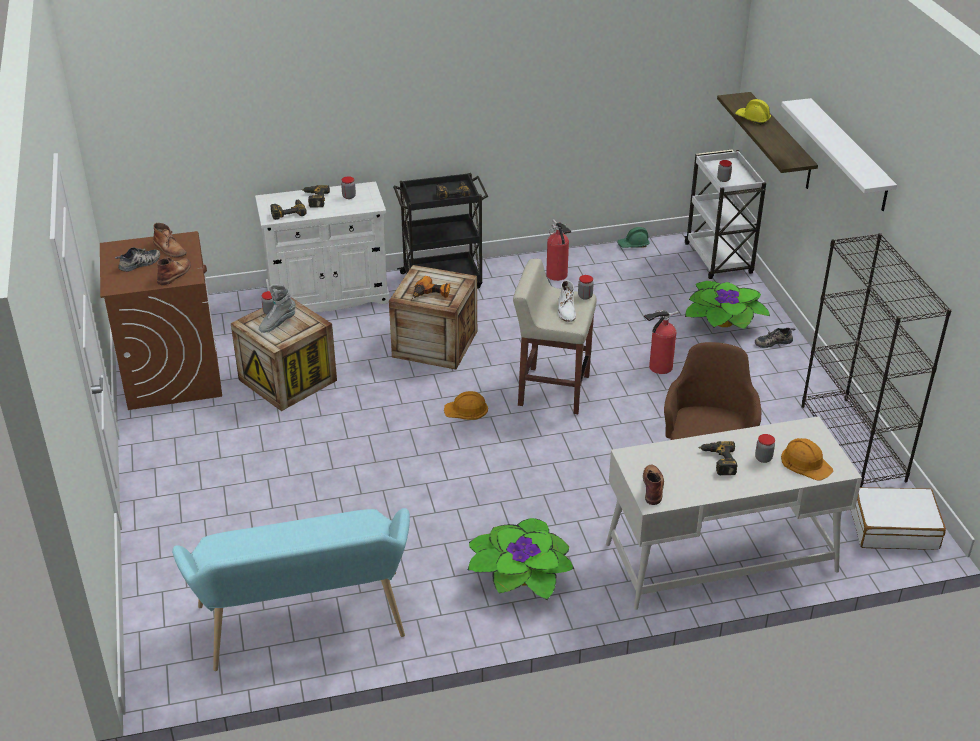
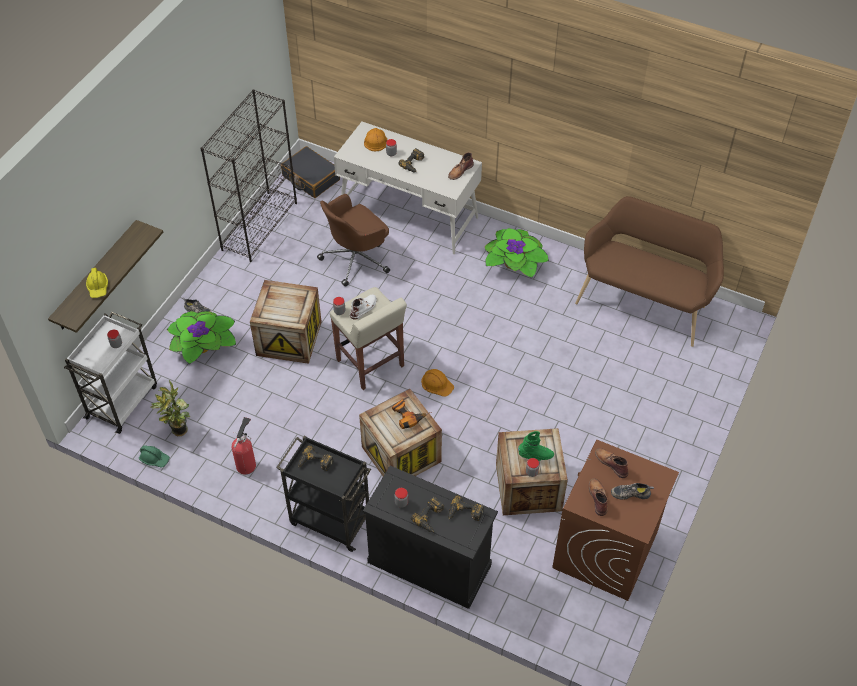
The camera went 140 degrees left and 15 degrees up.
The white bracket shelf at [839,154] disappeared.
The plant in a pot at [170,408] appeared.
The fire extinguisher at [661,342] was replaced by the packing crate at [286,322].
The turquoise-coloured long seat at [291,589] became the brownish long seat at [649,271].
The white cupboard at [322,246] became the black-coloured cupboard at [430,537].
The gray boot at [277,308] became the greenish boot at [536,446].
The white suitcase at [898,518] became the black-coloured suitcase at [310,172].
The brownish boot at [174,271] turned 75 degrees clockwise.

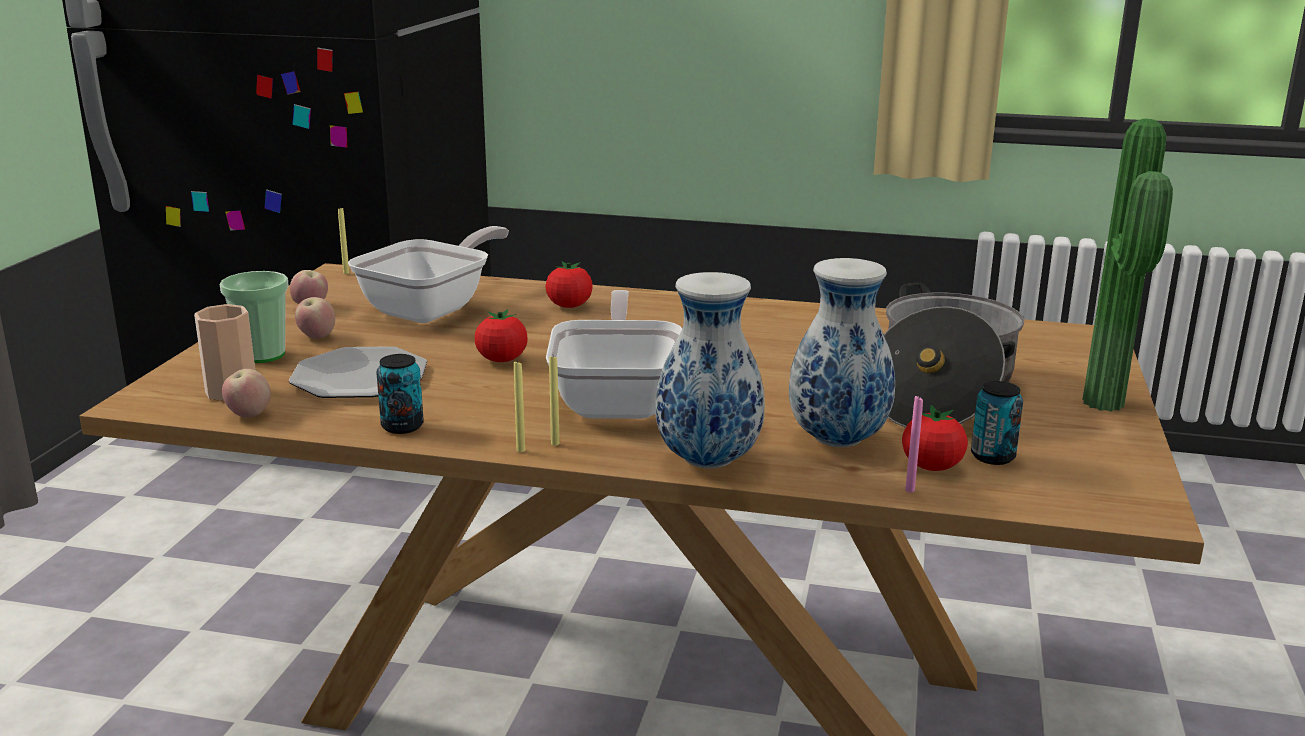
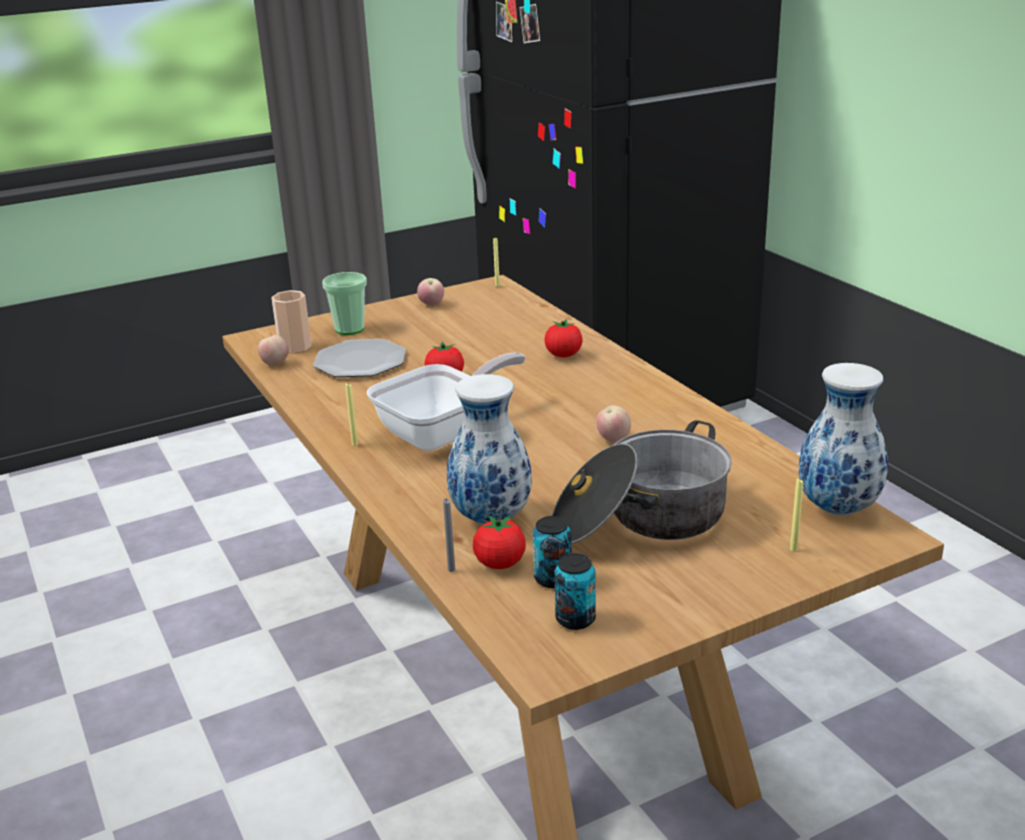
The camera went 50 degrees right and 5 degrees up.
The skillet at [428,274] disappeared.
The plant in a pot at [1127,265] disappeared.
The apple moved from [315,318] to [613,423].
The sealed can moved from [400,394] to [575,591].
The yellow-coloured candle moved from [519,406] to [796,515].
The vase moved from [710,370] to [843,439].
The pink-coloured candle at [914,443] became the gray candle at [449,535].

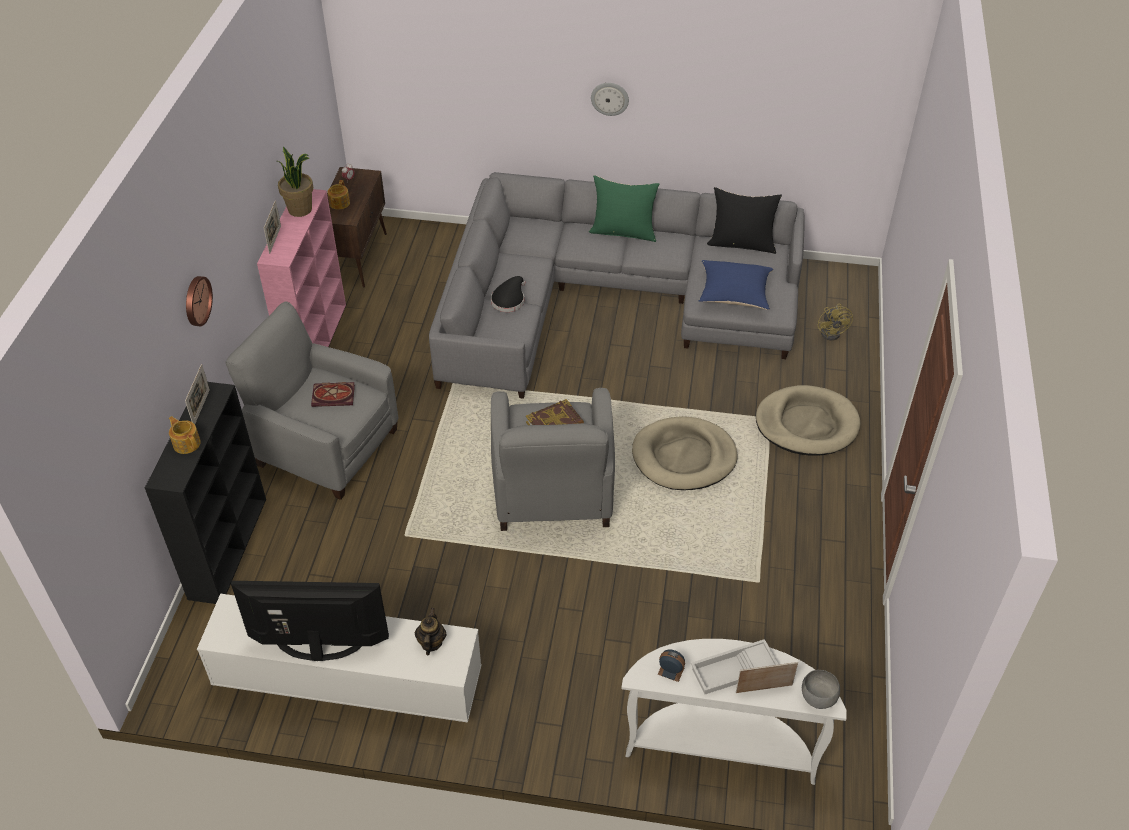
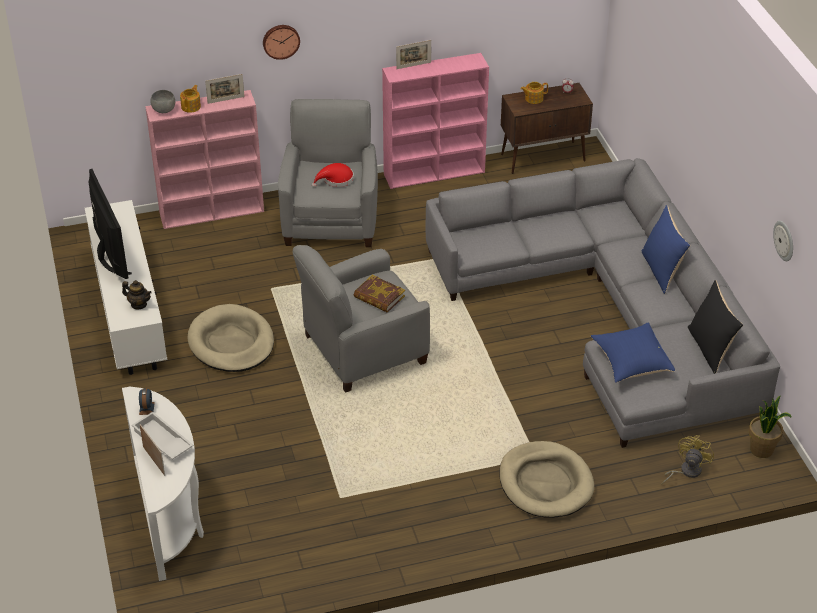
The camera went 65 degrees right and 5 degrees down.
The black-coloured clothing hat at [508,294] disappeared.
The plant in a pot moved from [295,182] to [770,426].
The hanging clock moved from [610,99] to [783,241].
The beige dog cushion moved from [685,453] to [230,338].
The gray bowl moved from [821,689] to [162,101].
The book at [333,394] was replaced by the red clothing hat at [333,175].
The black-coloured bookcase at [205,493] became the pink-coloured bookcase at [204,159].
The greenish throw pillow at [624,208] became the blue-coloured throw pillow at [665,249].
The pot for tea at [431,631] turned 45 degrees clockwise.
The yellow-coloured cooling fan at [835,322] turned 150 degrees clockwise.

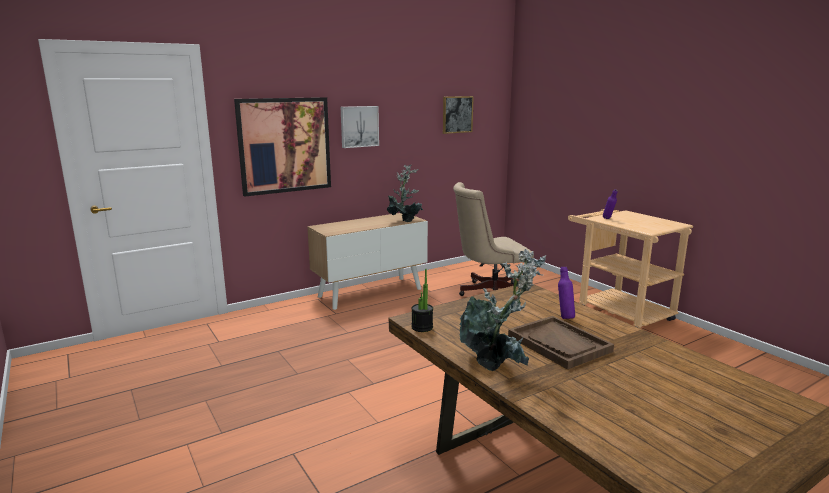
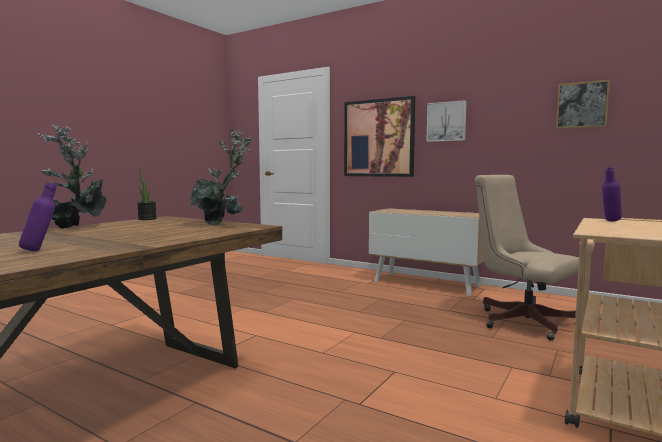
The camera went 65 degrees right and 10 degrees down.
The brownish tray at [561,342] disappeared.
The plant in a pot moved from [405,193] to [221,177].
The purplish drink bottle moved from [566,293] to [38,217].

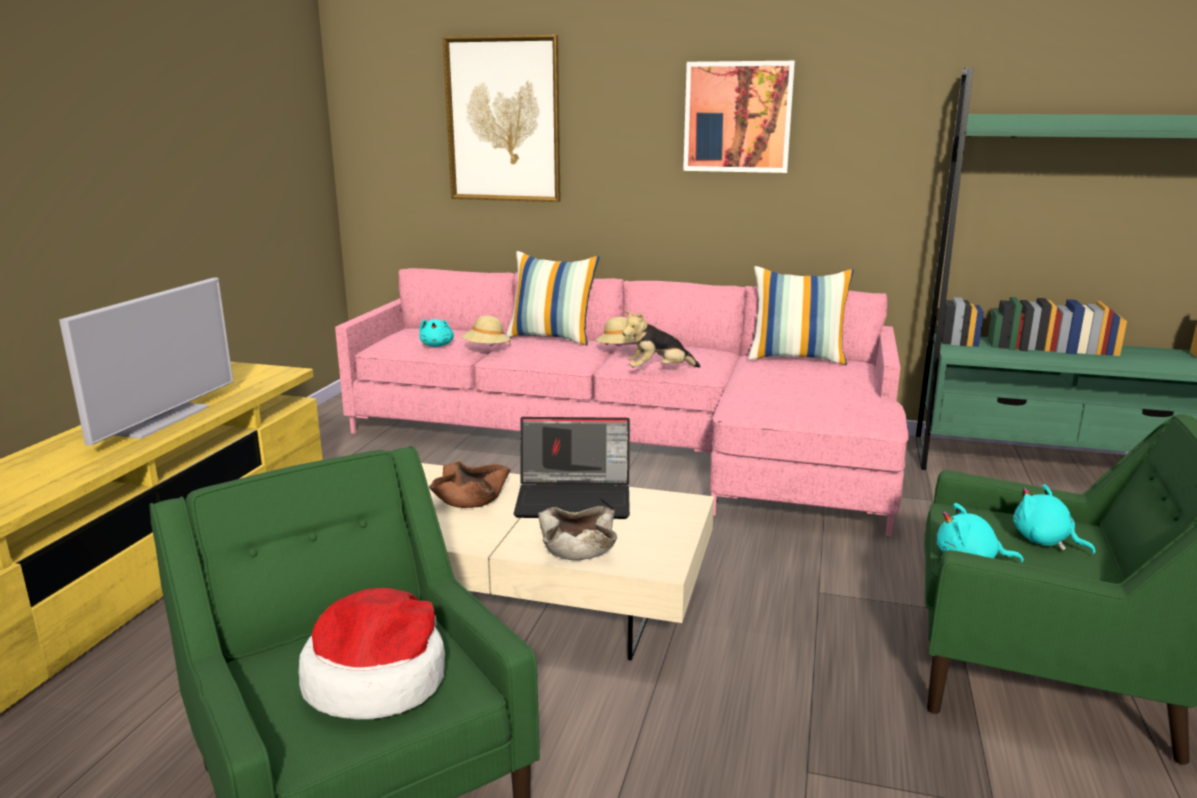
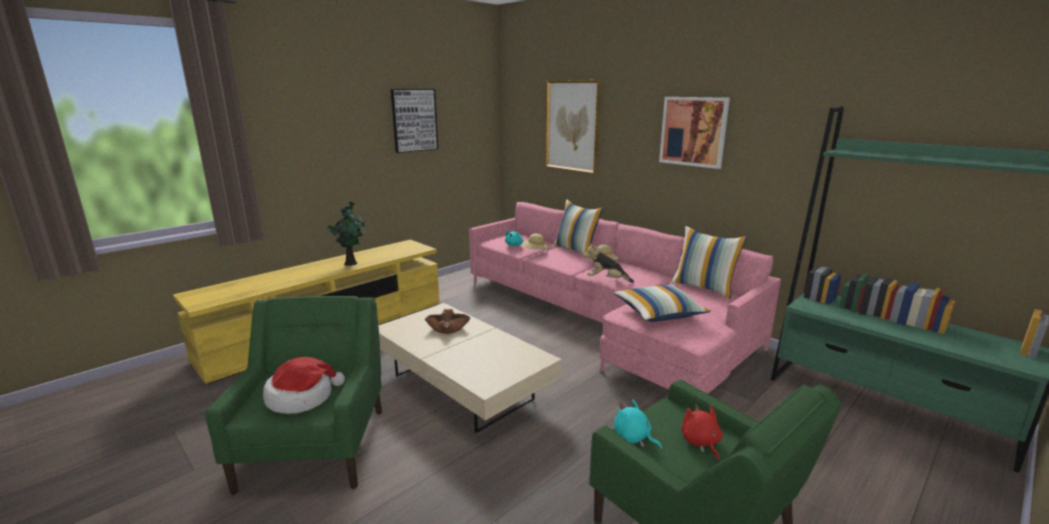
The camera went 30 degrees right and 0 degrees up.
The notebook computer at [572,468] disappeared.
The beige bowl at [577,533] disappeared.
The wall picture at [414,121] appeared.
The throw pillow at [662,303] appeared.
The television at [146,361] was replaced by the plant in a pot at [346,234].
The turquoise-coloured soft toy at [1054,519] became the red soft toy at [702,432].

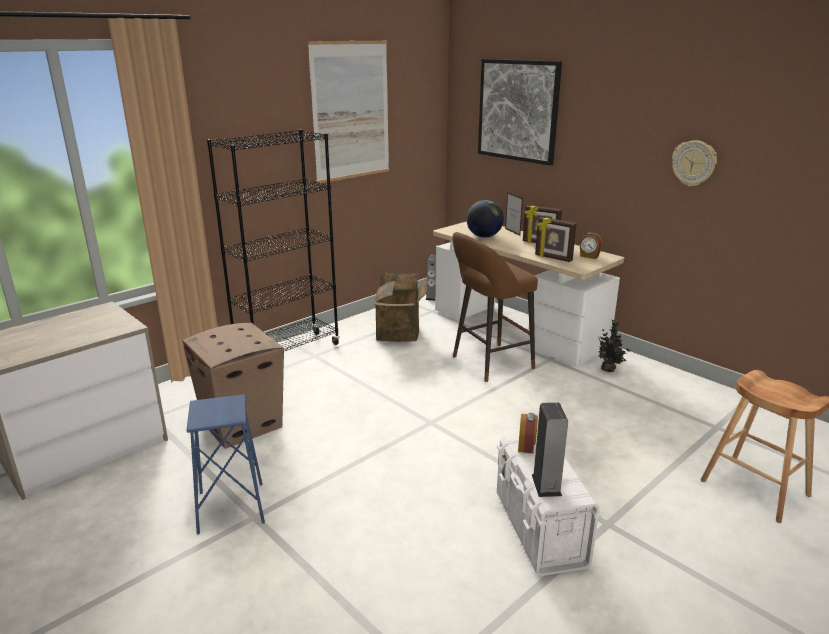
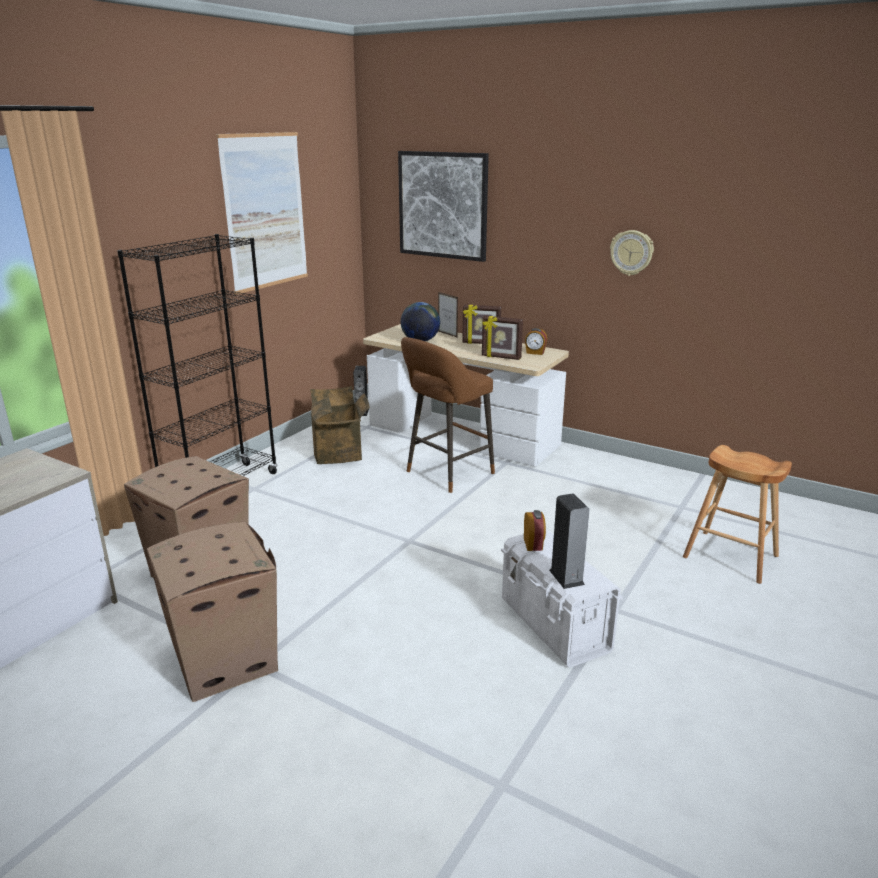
The camera went 15 degrees left and 0 degrees up.
The plant in a pot at [614,345] disappeared.
The blue-coloured stool seat at [225,464] was replaced by the packing box at [212,612].

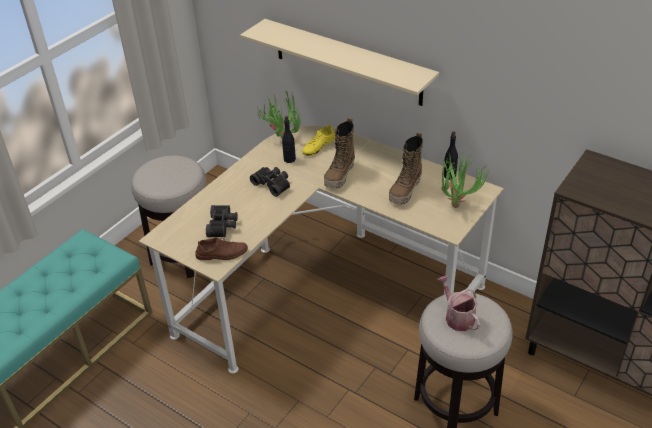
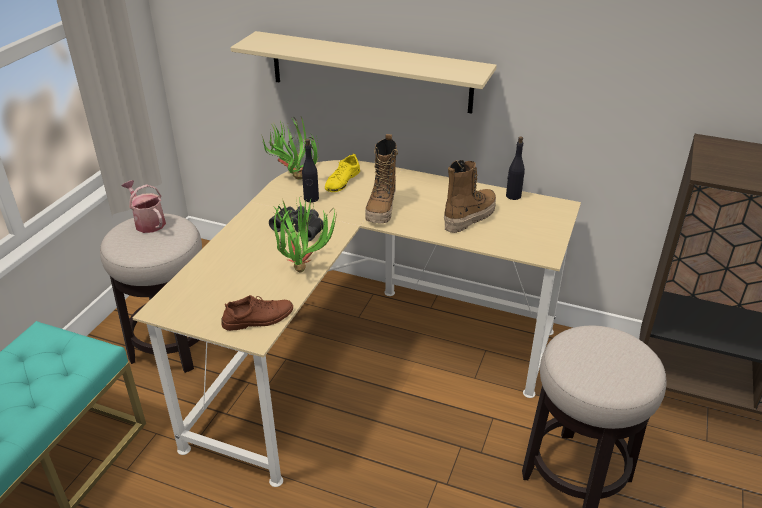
The camera went 15 degrees left and 5 degrees down.
The black-coloured binoculars at [222,221] disappeared.
The sprinkling can moved from [458,303] to [144,206].
The plant in a pot moved from [465,180] to [304,235].
The boot at [406,168] turned 150 degrees counterclockwise.

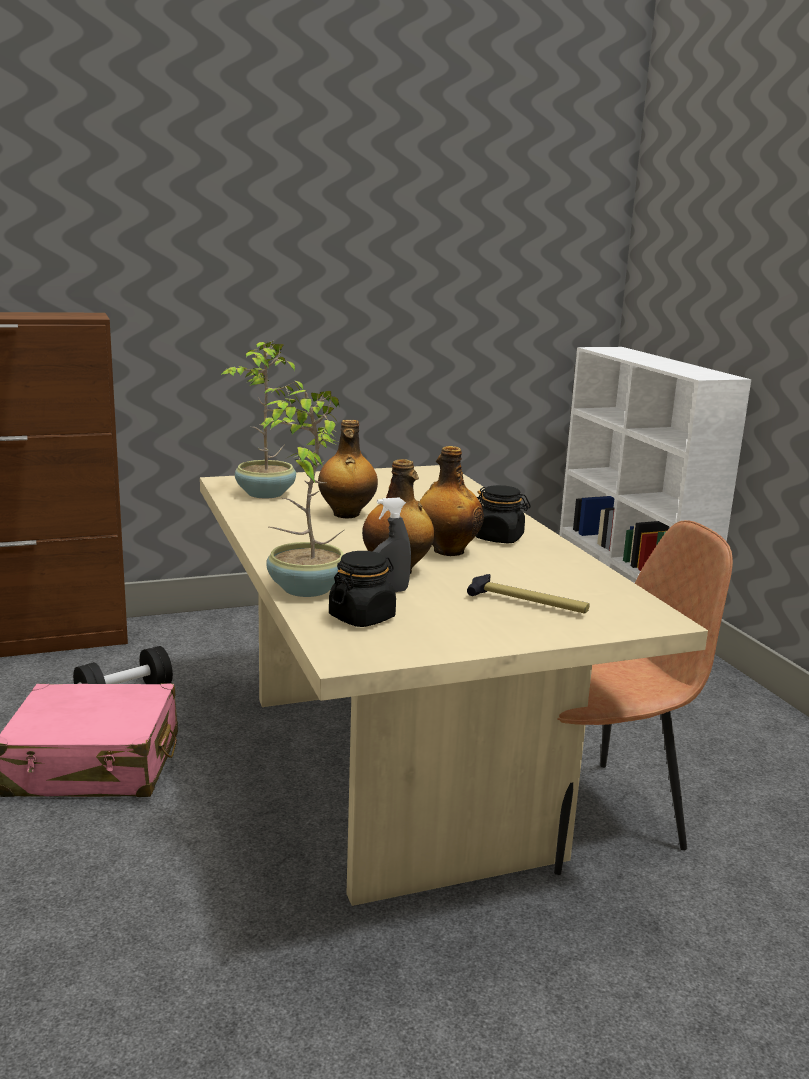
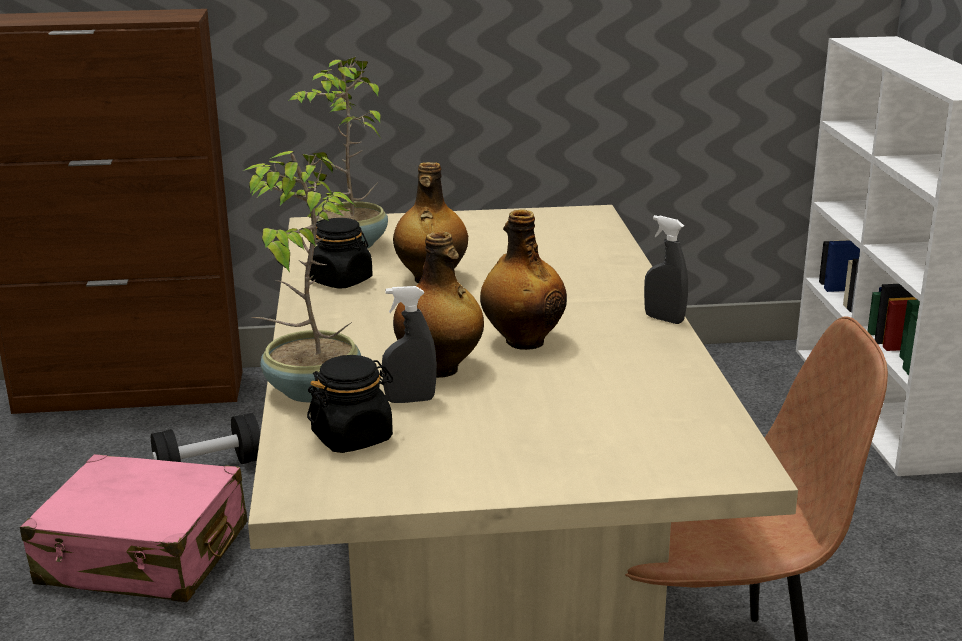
The camera went 15 degrees right and 5 degrees up.
The hand hammer at [528,594] disappeared.
The gray spray bottle at [666,269] appeared.
The black-coloured storage jar moved from [503,514] to [341,253].

